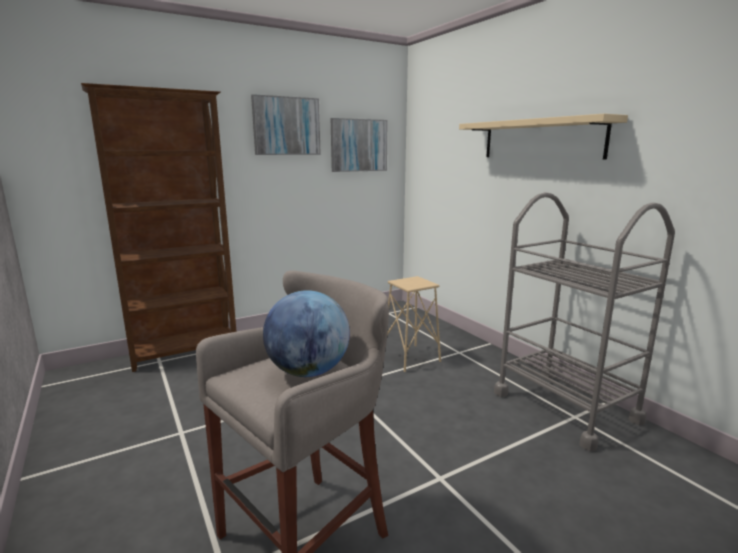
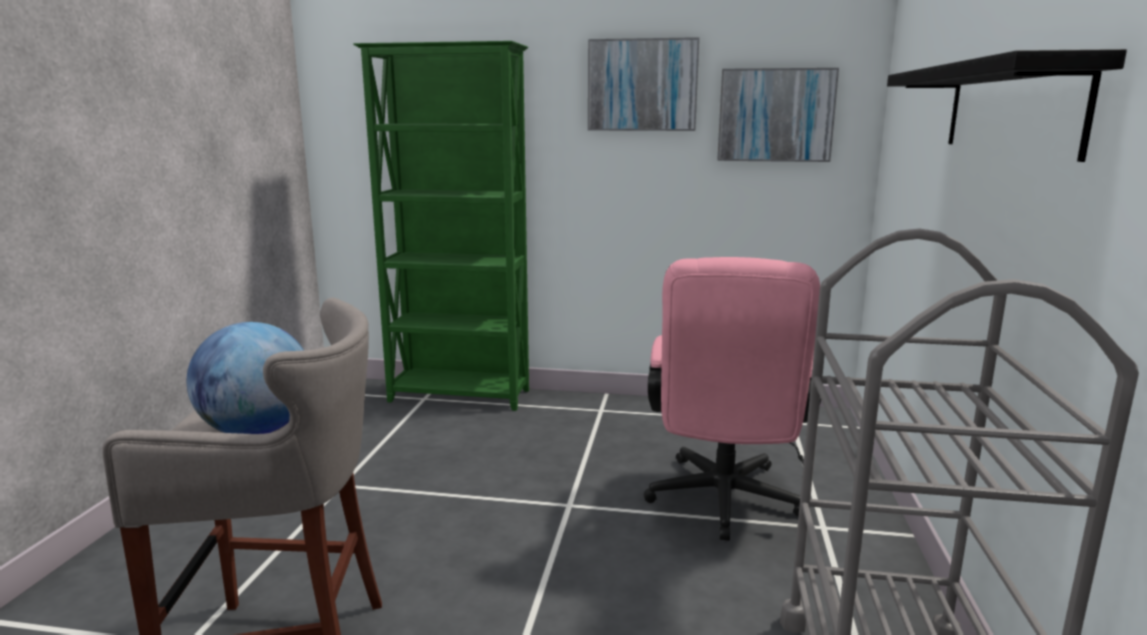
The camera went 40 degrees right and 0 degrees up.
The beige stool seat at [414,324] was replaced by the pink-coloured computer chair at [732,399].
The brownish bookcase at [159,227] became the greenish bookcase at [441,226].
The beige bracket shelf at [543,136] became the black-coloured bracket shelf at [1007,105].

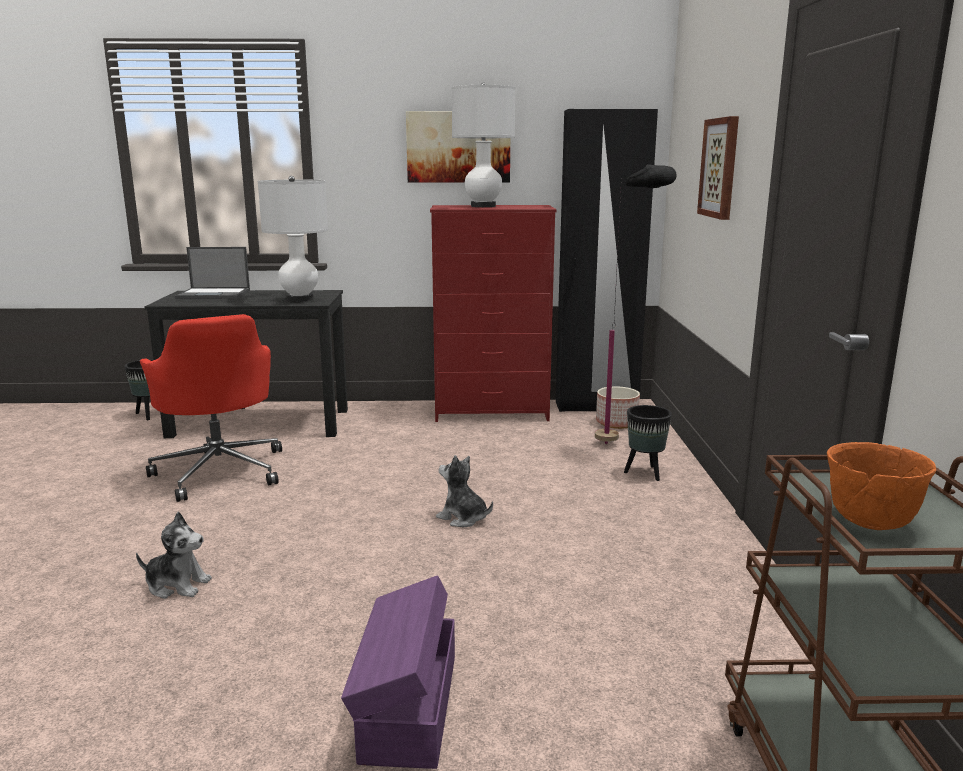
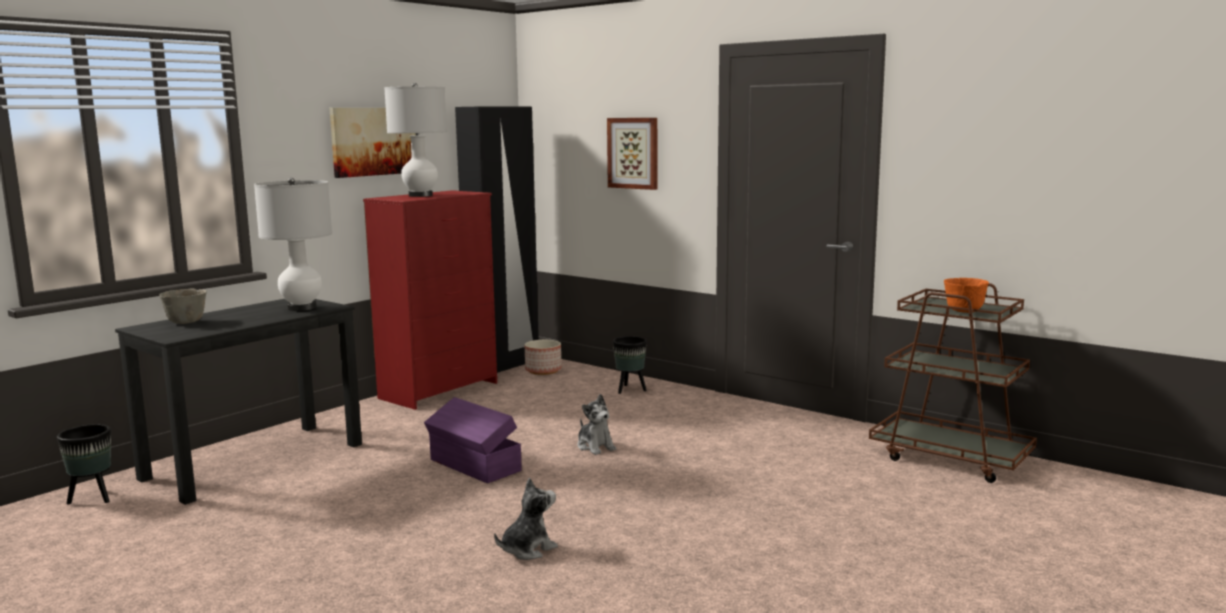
The camera went 50 degrees left and 5 degrees down.
The red computer chair at [211,408] disappeared.
The black-coloured standing lamp at [635,304] disappeared.
The purplish storage container moved from [398,672] to [473,440].
The notebook computer at [212,273] was replaced by the gray bowl at [183,306].
The soft toy at [464,491] turned 105 degrees counterclockwise.

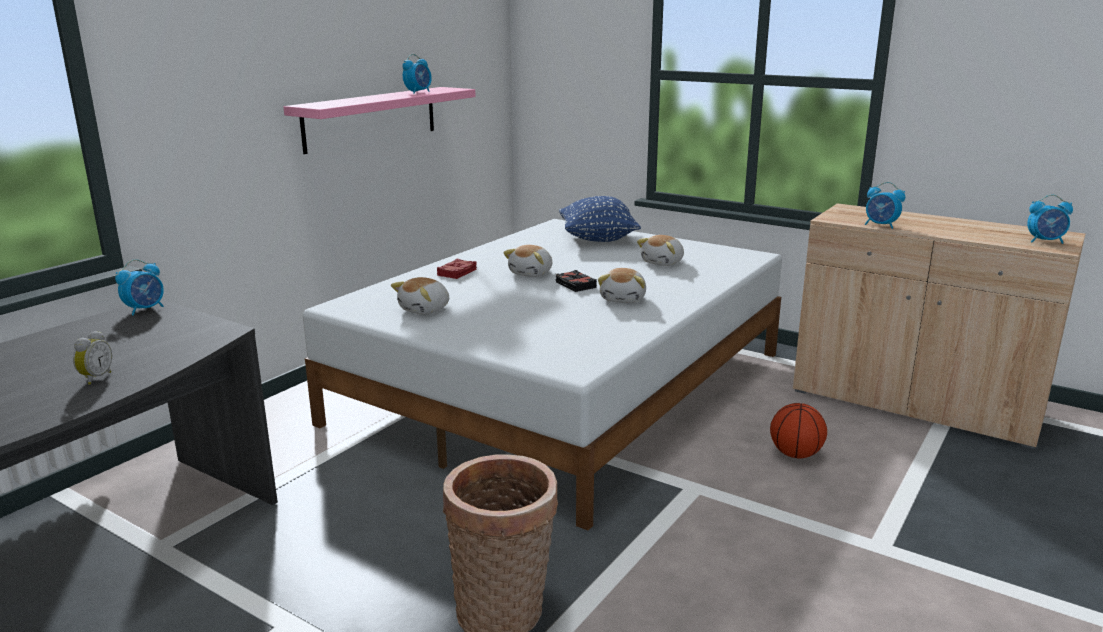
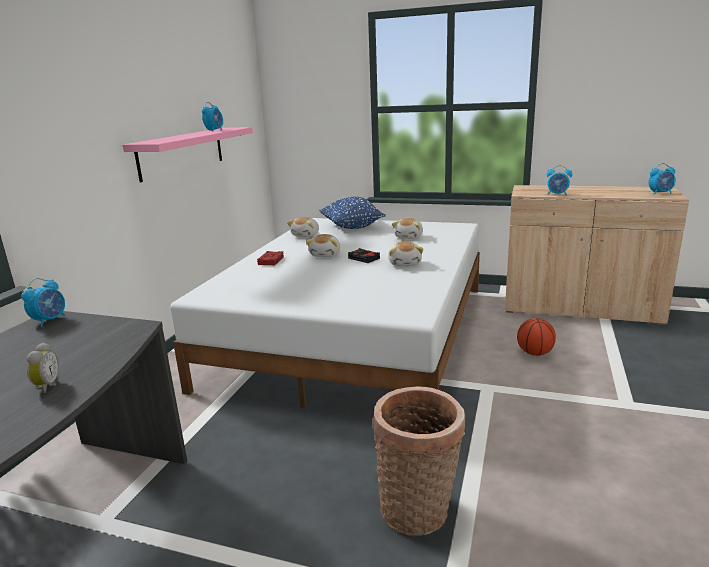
The camera went 15 degrees left and 0 degrees up.
The soft toy moved from [420,296] to [303,227].

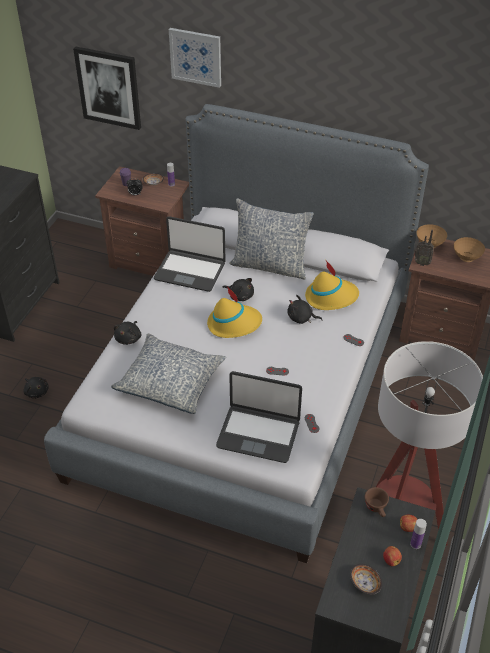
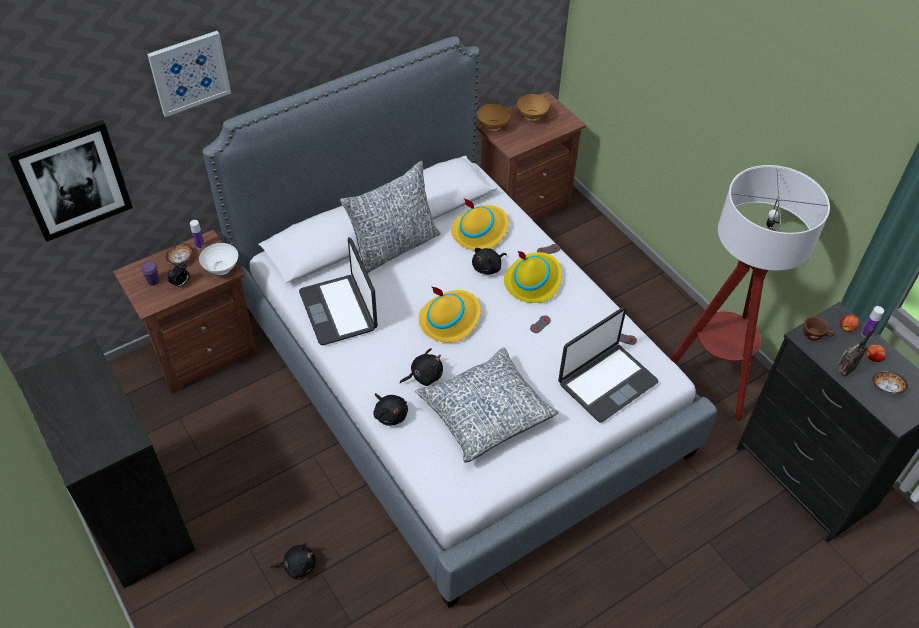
The camera went 55 degrees left and 5 degrees up.
The white bowl at [218,259] appeared.
The yellow-coloured clothing hat at [533,277] appeared.
The black-coloured soft toy moved from [238,289] to [421,367].
The radio set moved from [424,248] to [855,353].
The notebook computer at [190,254] turned 105 degrees clockwise.

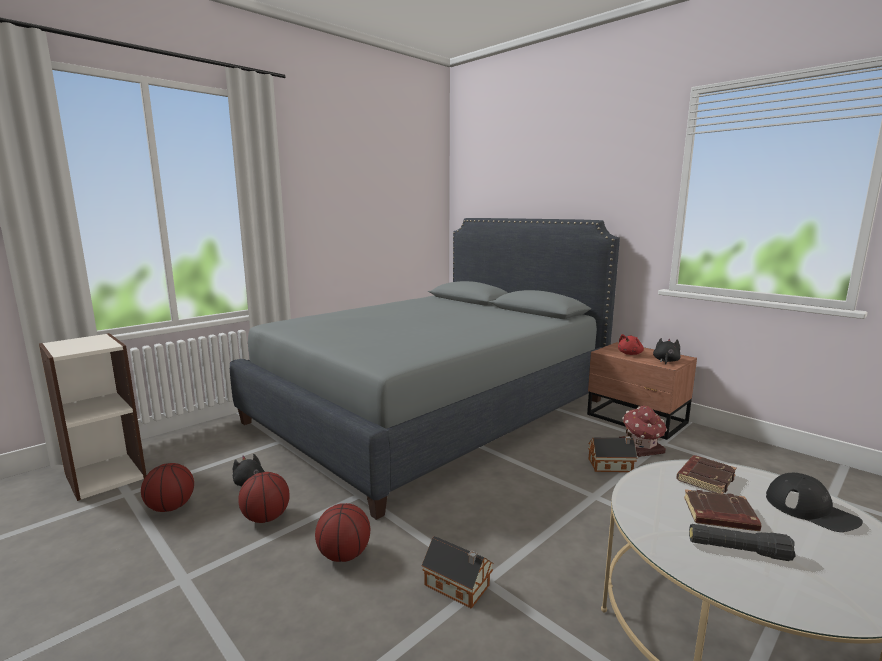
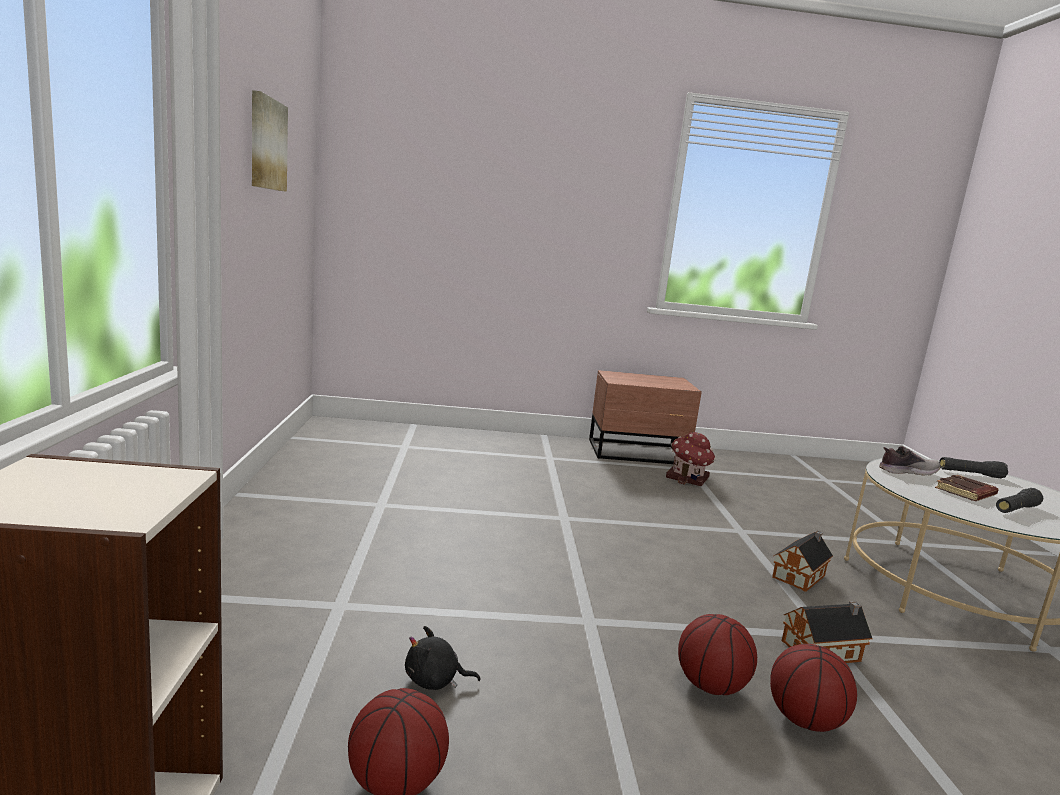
The camera went 50 degrees left and 0 degrees up.
The gray bedroom bed at [425,369] disappeared.
The red soft toy at [631,344] disappeared.
The black-coloured soft toy at [666,351] disappeared.
The wall picture at [270,141] appeared.
The basketball moved from [264,497] to [813,688].
The model house moved from [612,454] to [802,561].
The brownish book at [706,474] was replaced by the low shoe at [909,460].
The black-coloured cap at [814,502] was replaced by the black-coloured hand torch at [973,467].

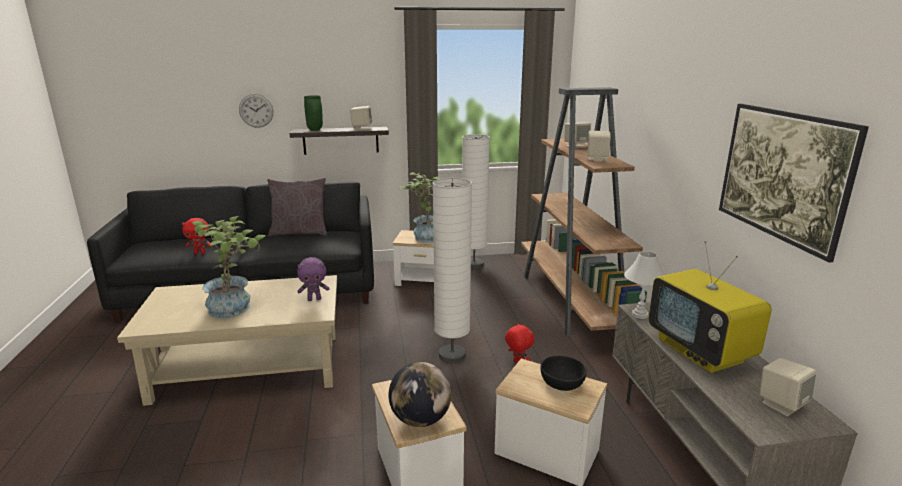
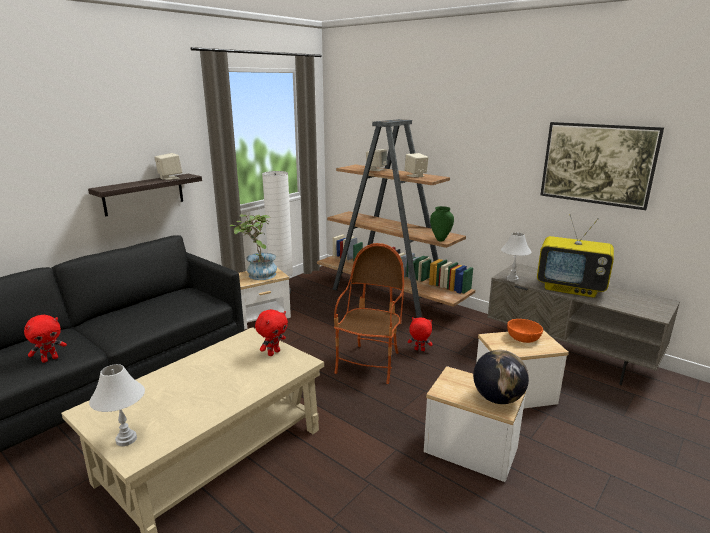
The camera went 40 degrees left and 0 degrees up.
The plant in a pot at [229,267] disappeared.
The hanging clock at [256,111] disappeared.
The gray throw pillow at [297,207] disappeared.
The beige speaker at [788,387] disappeared.
The white lamp for a table at [117,405] appeared.
The greenish vase moved from [313,113] to [442,223].
The white standing lamp at [452,270] was replaced by the easy chair at [369,313].
The purplish soft toy at [313,279] became the red soft toy at [271,332].
The black-coloured bowl at [564,373] became the orange-coloured bowl at [525,331].

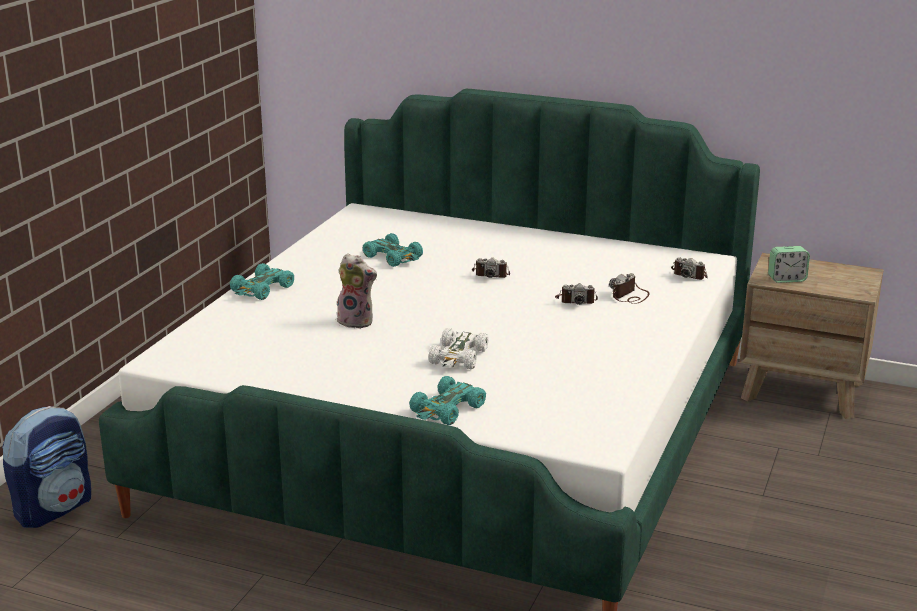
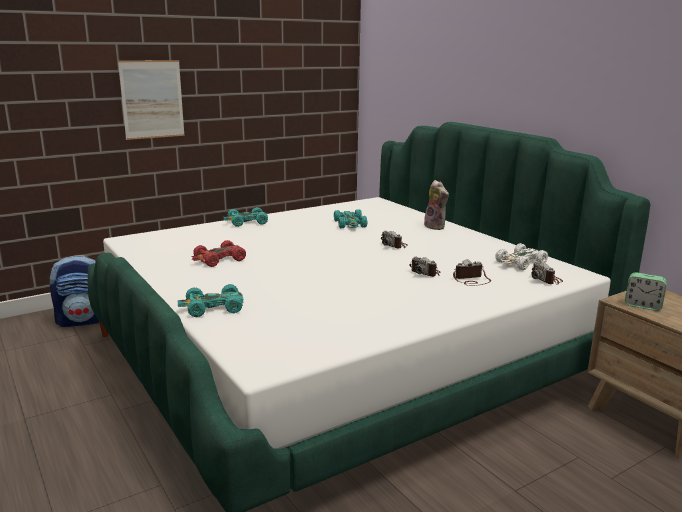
The camera went 35 degrees right and 5 degrees down.
The wall picture at [151,100] appeared.
The red miniature car at [218,253] appeared.
The soft toy moved from [357,291] to [436,205].
The white miniature car moved from [458,348] to [521,257].

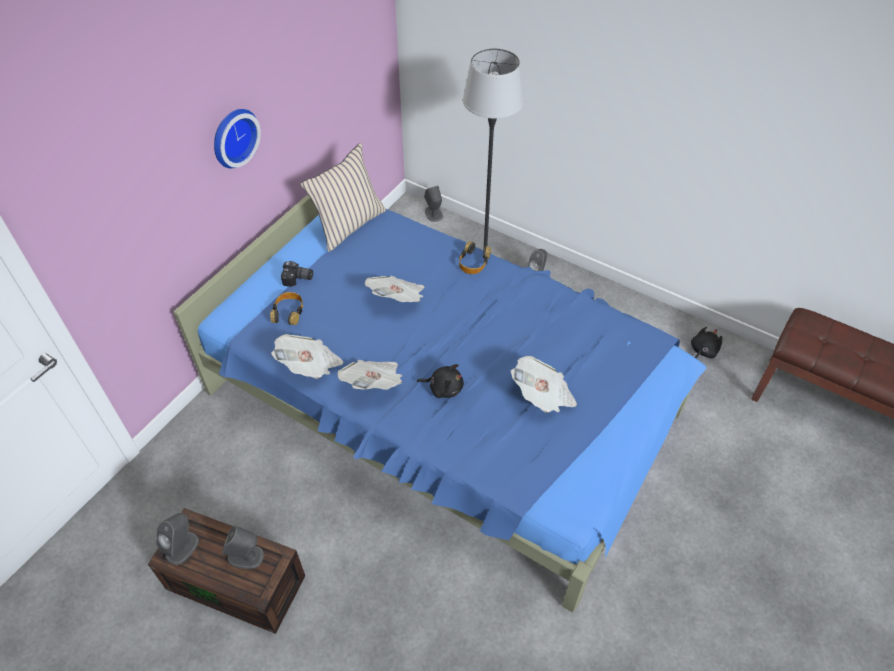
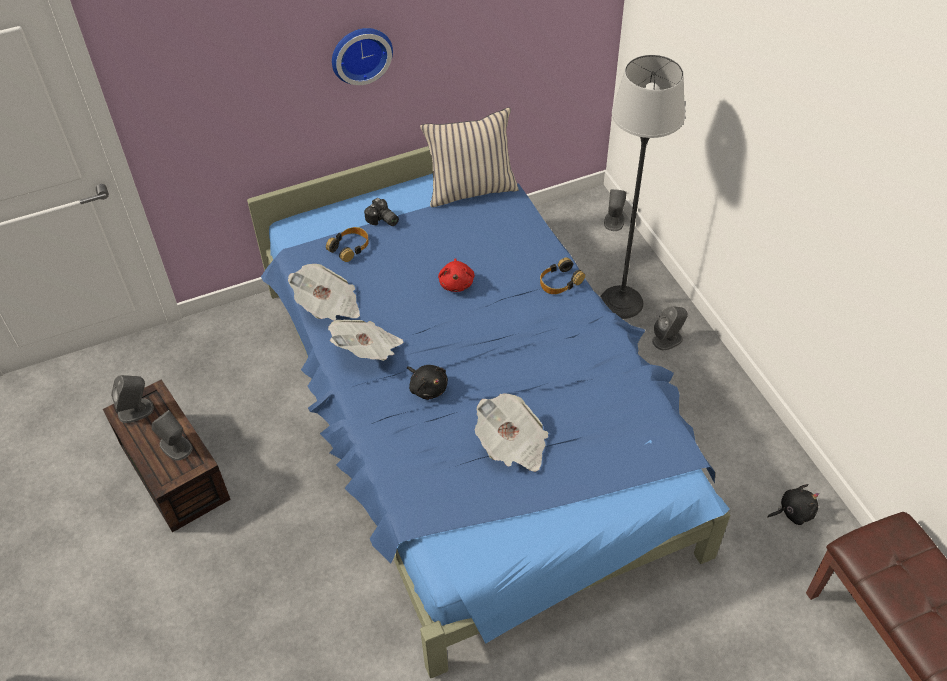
The camera went 35 degrees right and 0 degrees up.
The newspaper at [394,289] was replaced by the red soft toy at [456,275].

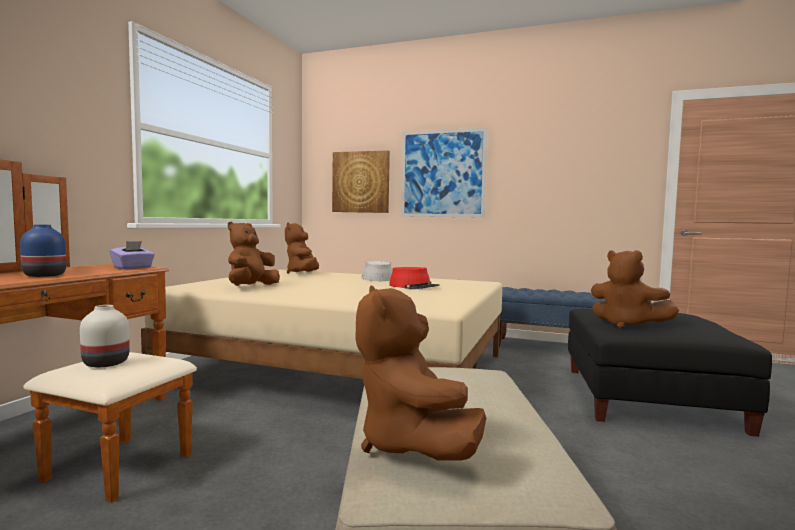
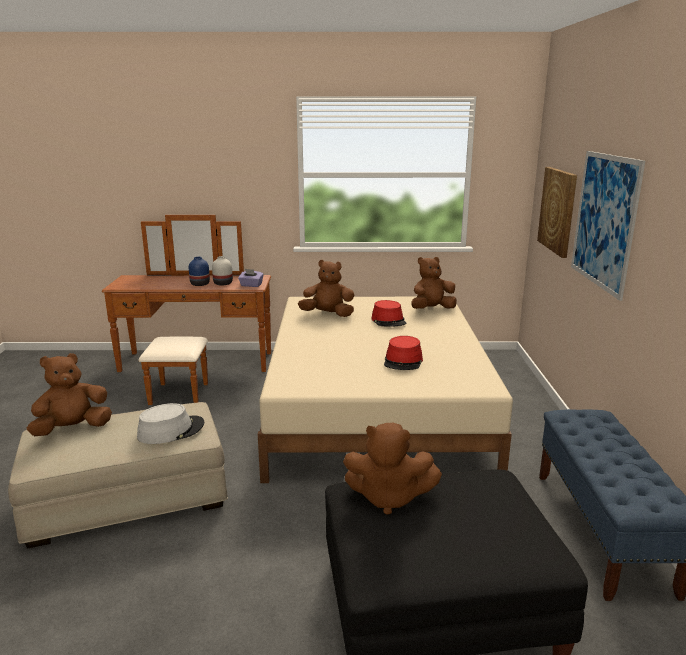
The camera went 70 degrees right and 15 degrees up.
The red clothing hat at [389,313] appeared.
The white vase moved from [105,336] to [222,271].
The gray clothing hat moved from [377,271] to [170,423].
The brownish soft toy at [635,289] turned 105 degrees counterclockwise.

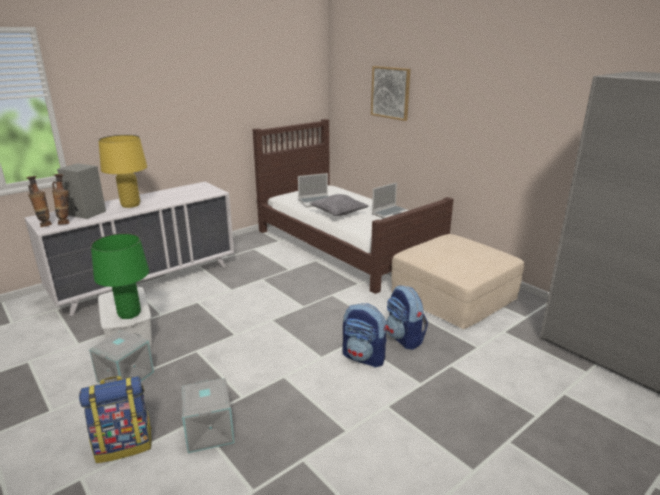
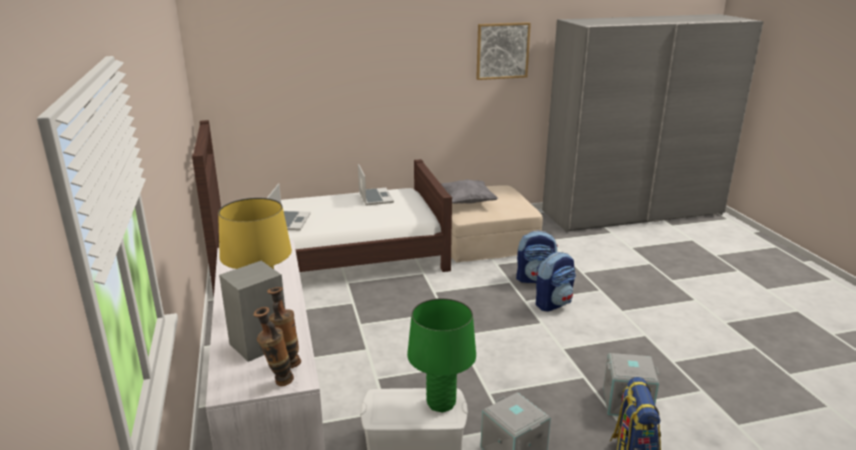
The camera went 65 degrees left and 0 degrees up.
The gray throw pillow moved from [339,205] to [469,191].
The wall picture moved from [390,93] to [503,51].

